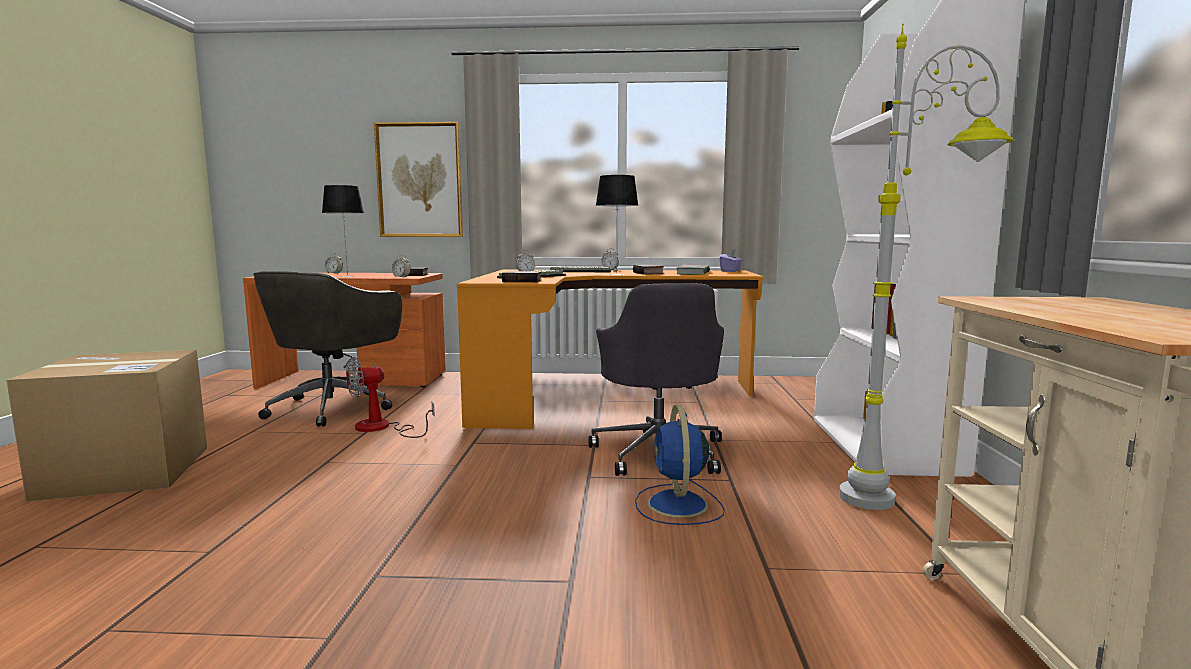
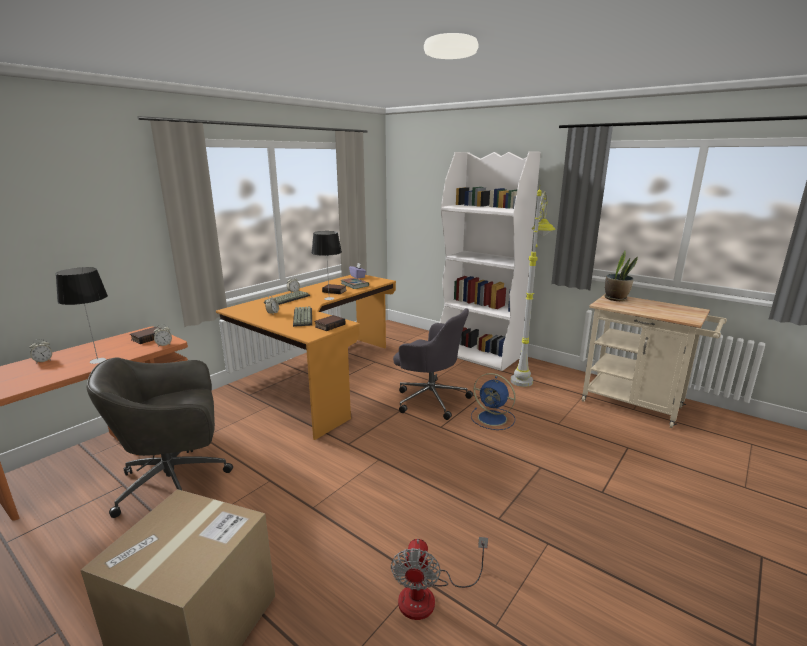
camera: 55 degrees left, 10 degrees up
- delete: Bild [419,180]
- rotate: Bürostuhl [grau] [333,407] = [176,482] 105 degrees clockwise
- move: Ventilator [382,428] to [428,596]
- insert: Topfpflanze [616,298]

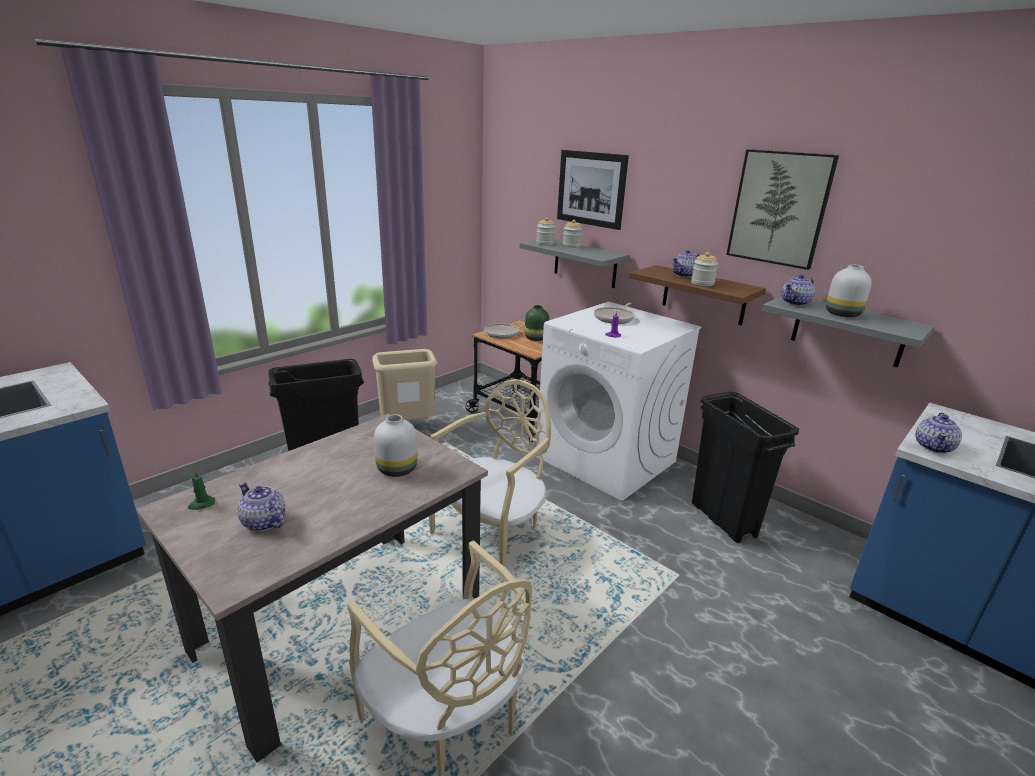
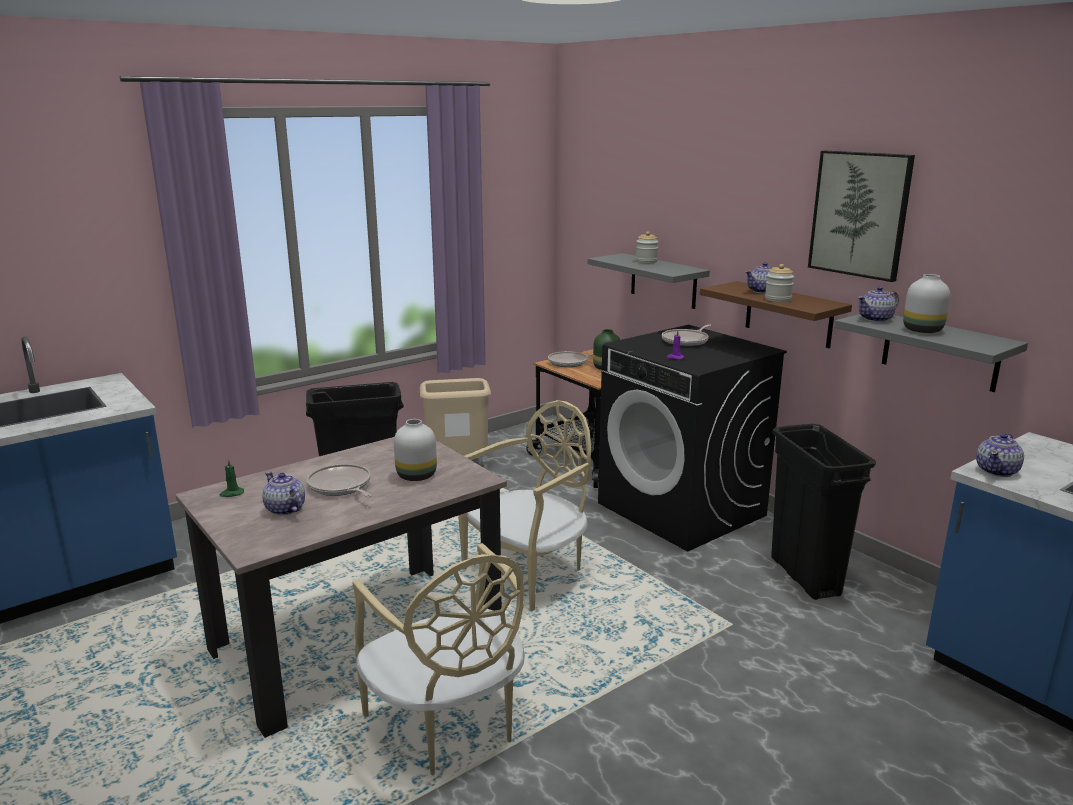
camera: 10 degrees right, 5 degrees down
- delete: Bild [591,189]
- delete: Vorratsglas [545,243]
- recolor: Waschmaschine [weiß] [607,459] to Waschmaschine [schwarz] [682,509]
- insert: Pfanne [341,486]

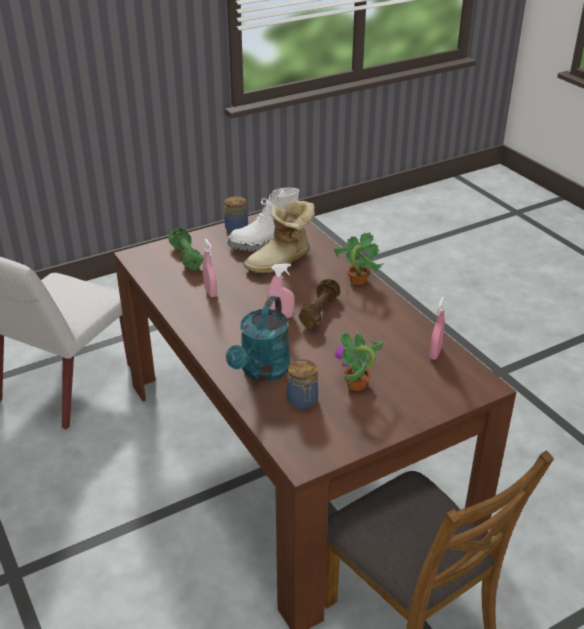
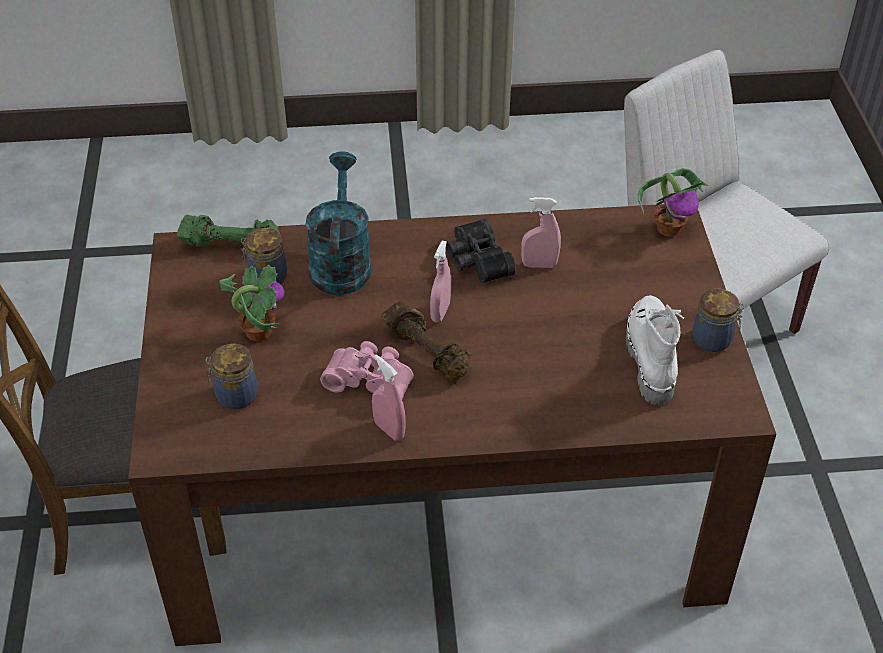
camera: 115 degrees right, 10 degrees up
- delete: Stiefel [281,262]
- move: Hantel [grün] [186,257] to [231,244]
- move: Topfpflanze [357,280] to [669,228]
- rotate: Gießkanne [türkis] [262,372] = [340,262] 45 degrees clockwise
- move: Sprühflasche [rosa] [435,353] to [389,430]
- insert: Fernglas [schwarz] [476,261]
- insert: Fernglas [rosa] [370,379]
- insert: Vorratsglas [235,395]

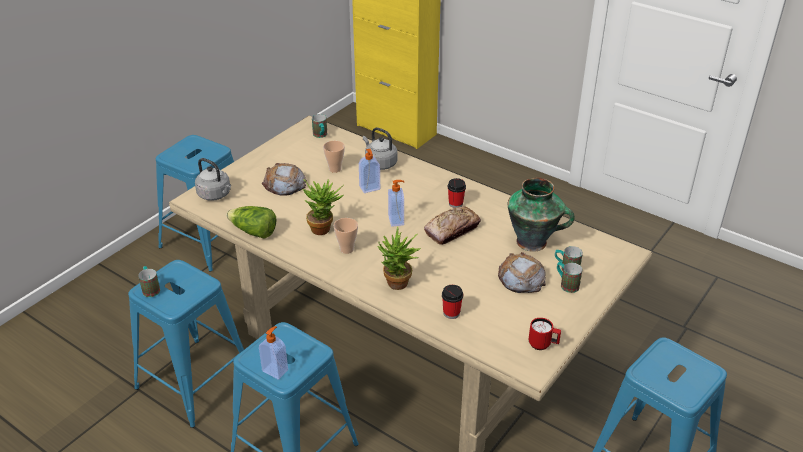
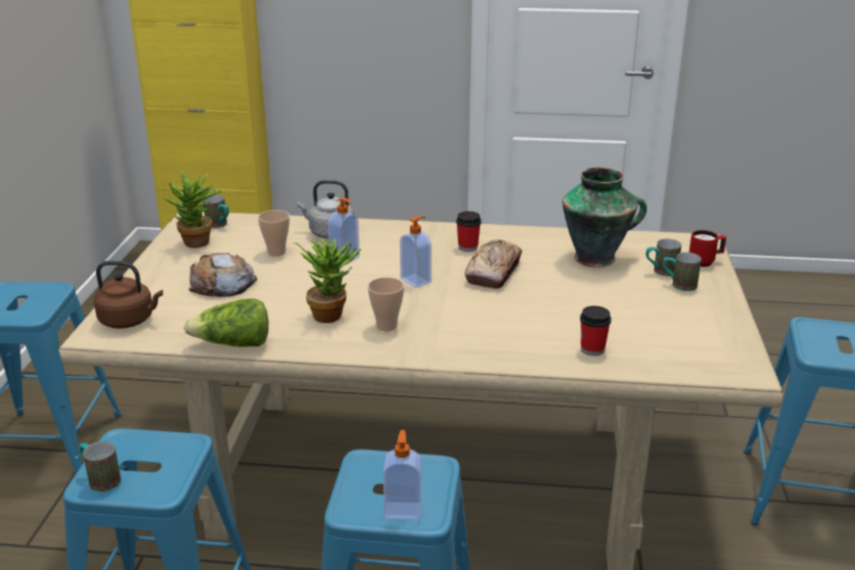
camera: 30 degrees left, 10 degrees down
- recolor: Wasserkessel [grau] [215,195] to Wasserkessel [braun] [129,320]
- move: Topfpflanze [397,286] to [198,245]
- delete: Brot [521,278]
- move: Henkelbecher [rot] [543,345] to [705,262]

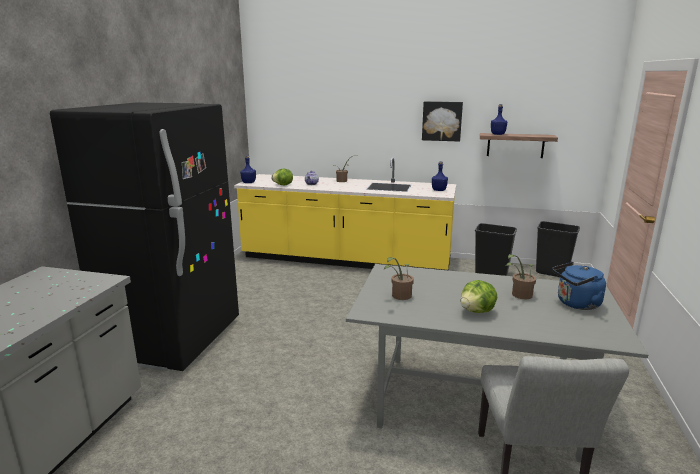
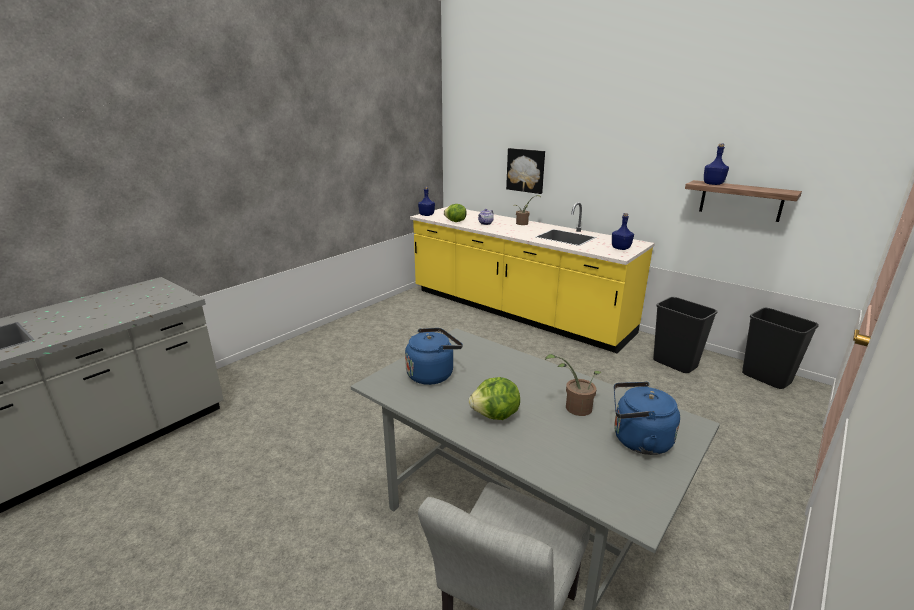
camera: 25 degrees right, 5 degrees up
- move: Bild [442,121] to [526,170]
- delete: Kühlschrank [schwarz] [174,339]
- replace: Topfpflanze [399,296] to Wasserkessel [blau] [432,374]

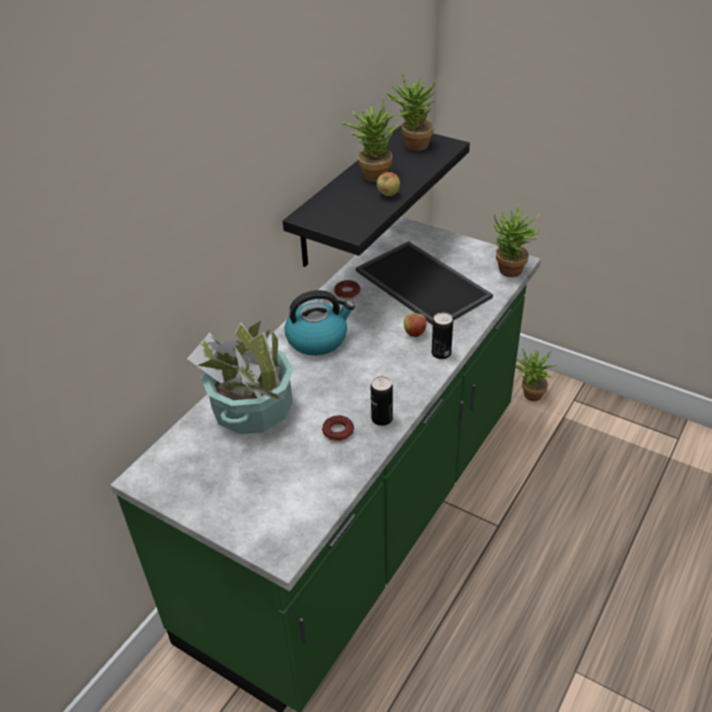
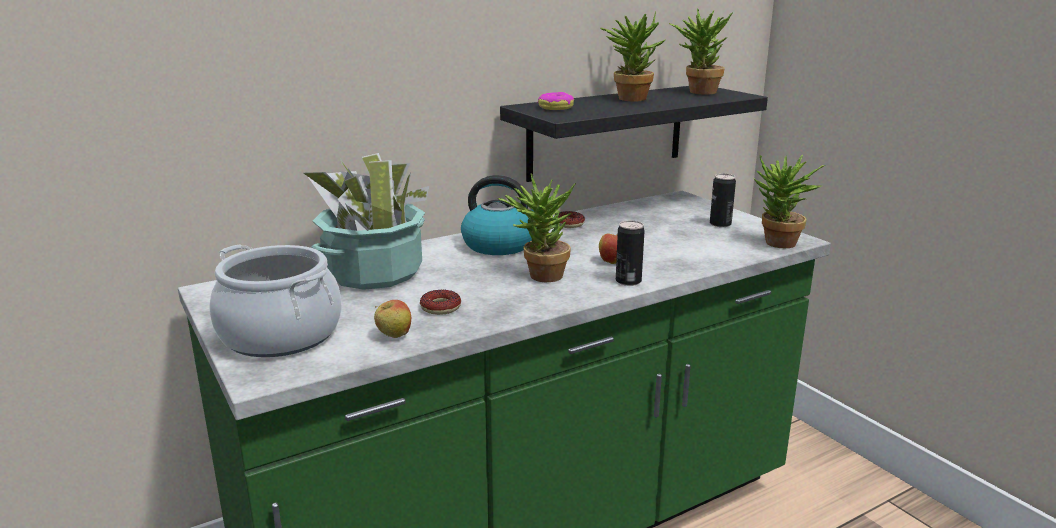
camera: 25 degrees right, 20 degrees down
- move: Apfel [388,195] to [394,336]
- delete: Tablett [425,284]
- move: Topfpflanze [529,396] to [539,276]
- move: Dose [382,418] to [720,224]
- insert: Donut [555,107]
- insert: Kochtopf [281,334]

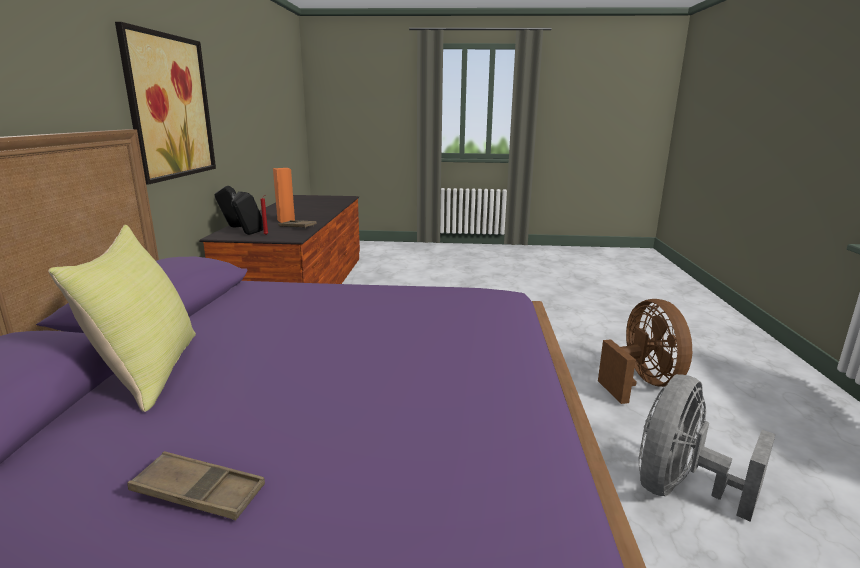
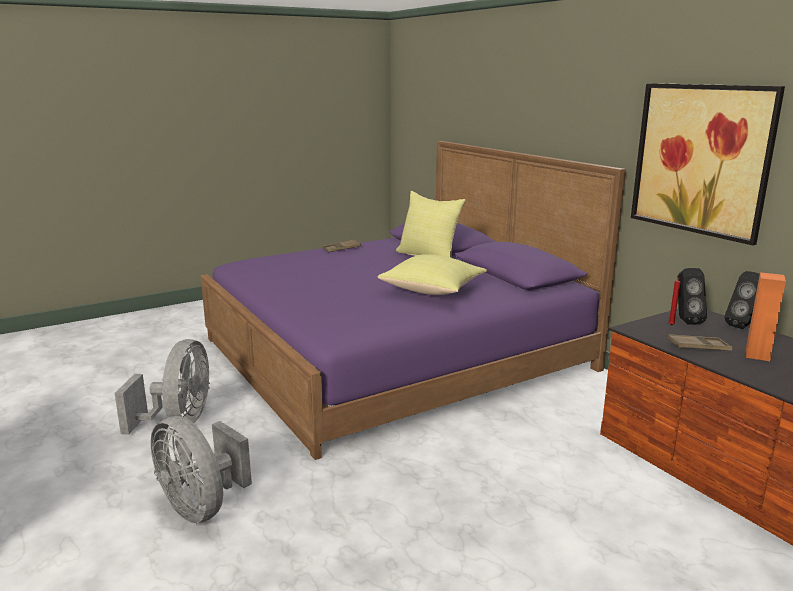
camera: 145 degrees right, 0 degrees up
- recolor: Ventilator [braun] [641,383] to Ventilator [grau] [201,507]
- insert: Kissen [gelb] [434,291]

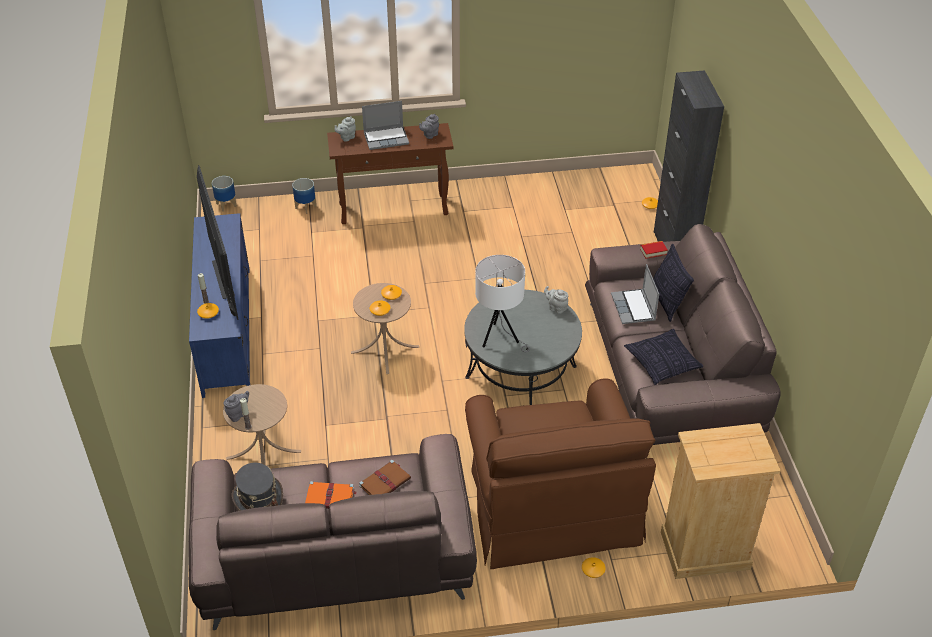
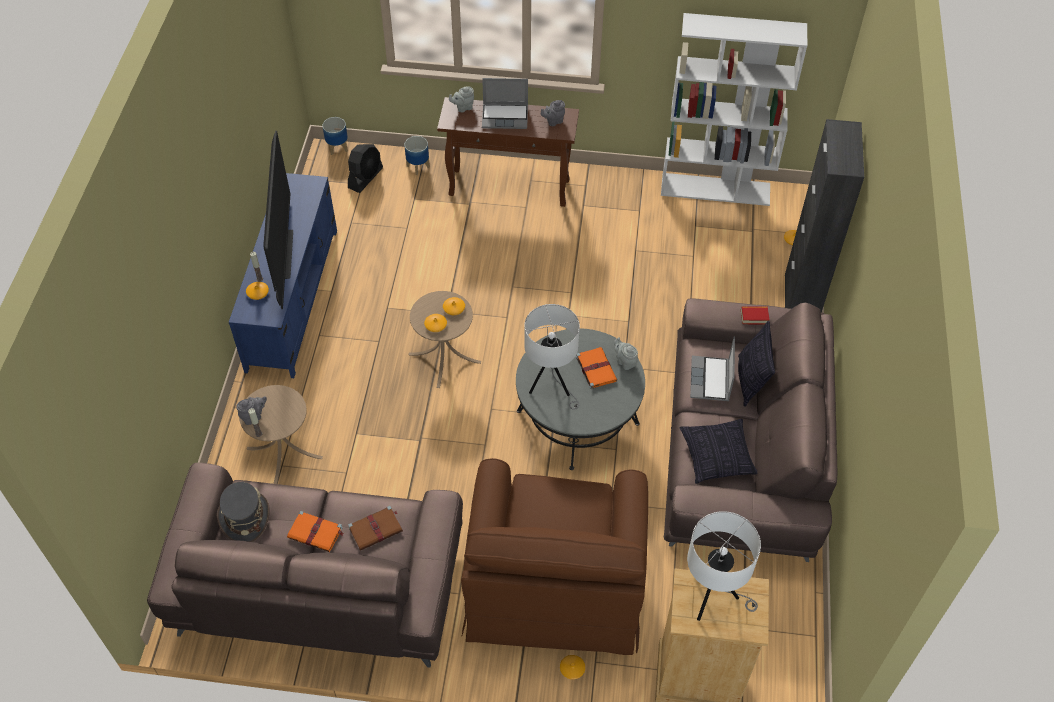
camera: 15 degrees right, 10 degrees up
- insert: Bücherregal [weiß] [716,189]
- insert: Ventilator [schwarz] [365,178]
- insert: Buch [orange] [595,368]
- insert: Tischlampe [weiß] [713,599]

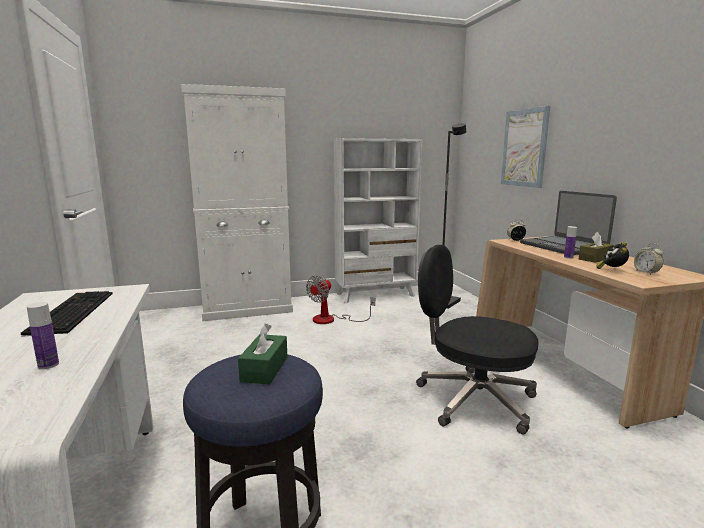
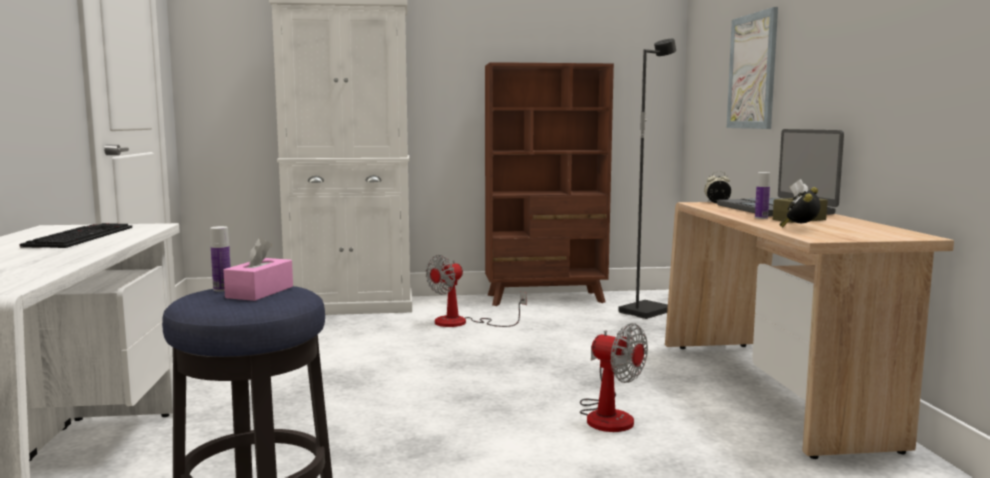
camera: 10 degrees right, 5 degrees down
- recolor: Bücherregal [weiß] [376,295] to Bücherregal [braun] [546,299]
- delete: Wecker [646,272]
- replace: Bürostuhl [schwarz] [473,399] to Ventilator [607,415]
- move: Flasche [48,365] to [222,289]
- recolor: Taschentuchbox [grün] [264,369] to Taschentuchbox [rosa] [260,292]

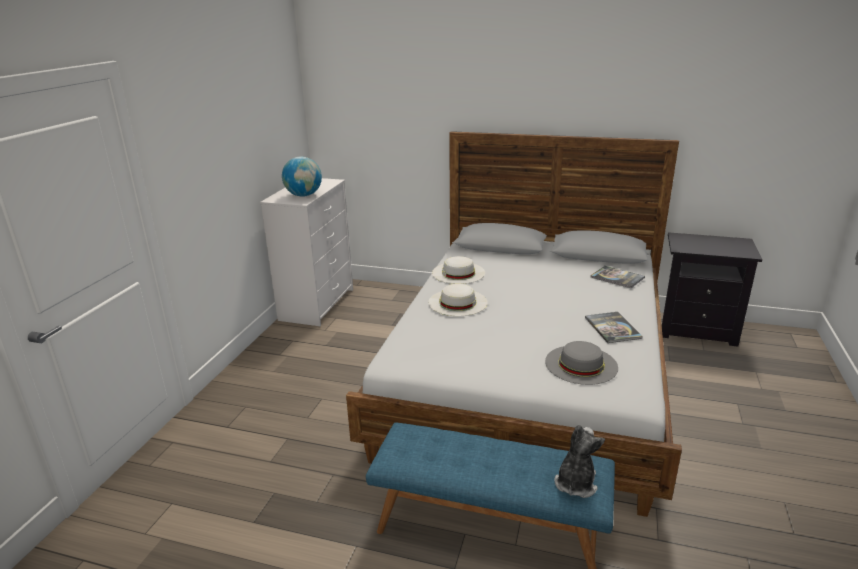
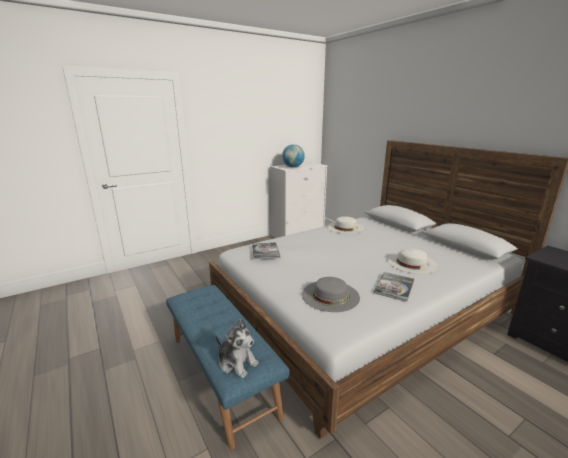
camera: 40 degrees right, 5 degrees down
- move: Buch [617,277] to [265,251]
- move: Hut [weiß] [457,302] to [411,262]
- rotate: Plüschtier [575,483] = [237,363] 60 degrees clockwise

